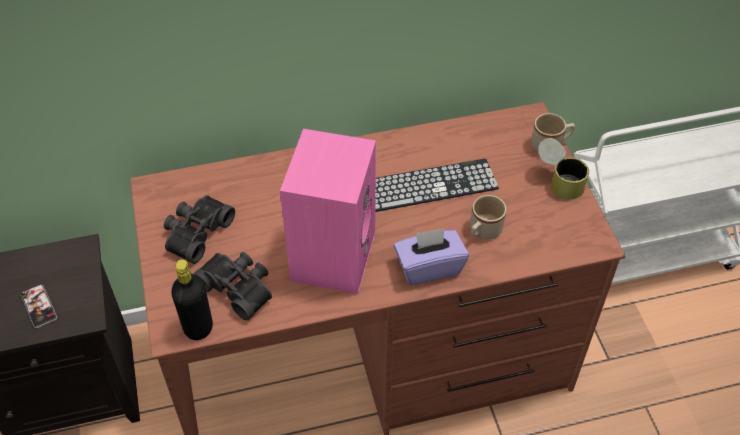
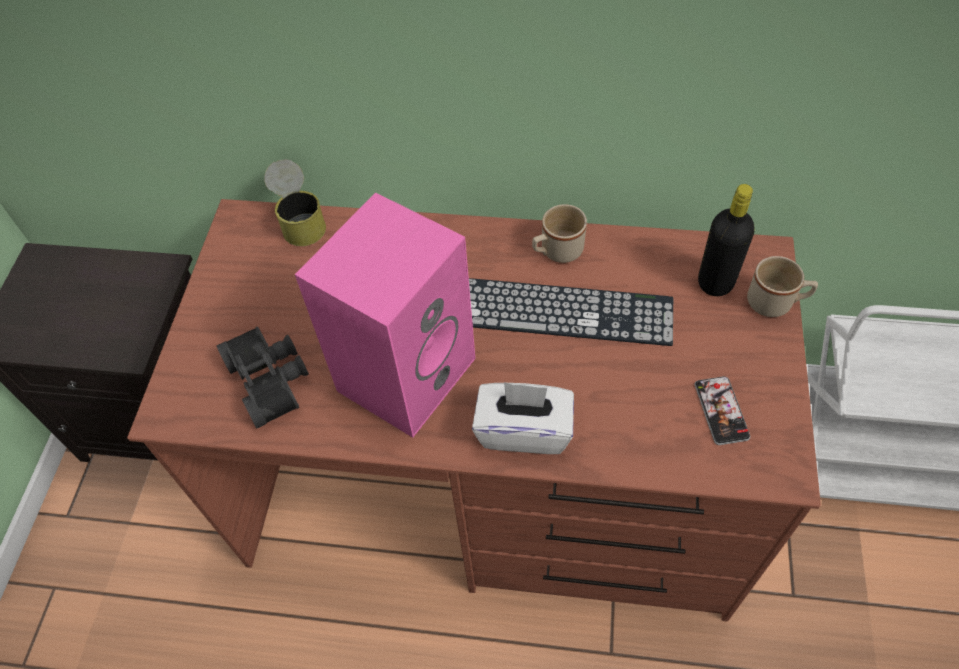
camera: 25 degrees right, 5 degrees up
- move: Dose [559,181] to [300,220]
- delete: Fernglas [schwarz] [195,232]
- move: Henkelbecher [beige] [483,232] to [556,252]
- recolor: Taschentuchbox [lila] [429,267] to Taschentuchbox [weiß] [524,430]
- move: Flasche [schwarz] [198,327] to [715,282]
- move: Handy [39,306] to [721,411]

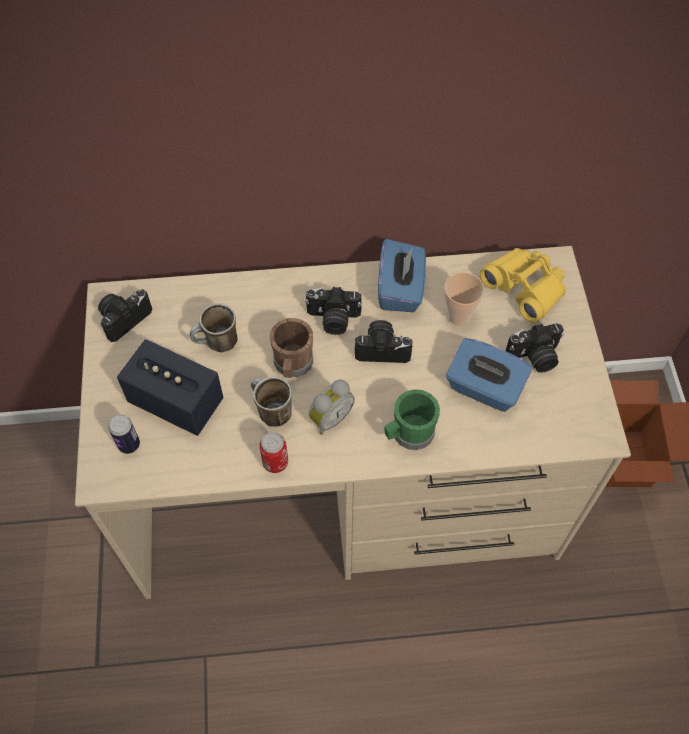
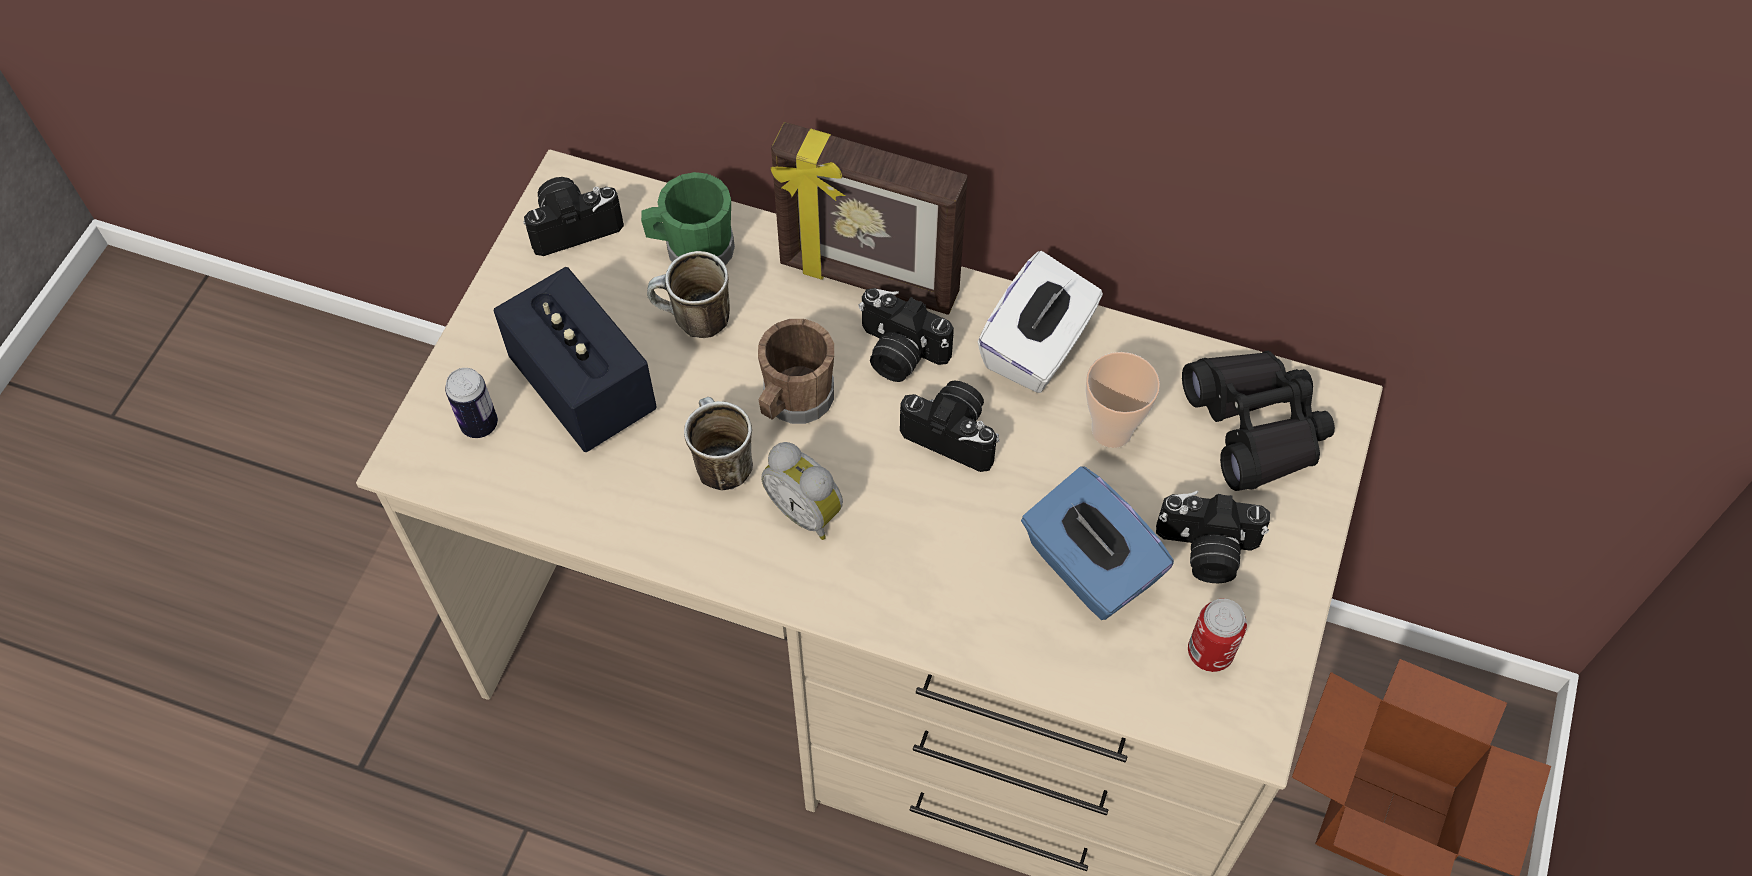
camera: 25 degrees right, 0 degrees up
- recolor: Taschentuchbox [blau] [400,290] to Taschentuchbox [weiß] [1037,347]
- recolor: Fernglas [gelb] [525,288] to Fernglas [schwarz] [1256,427]
- rotate: Wecker [330,418] = [807,510] 60 degrees clockwise
- move: Henkelbecher [grün] [408,434] to [692,249]
- move: Dose [275,462] to [1210,652]
- insert: Bilderrahmen [868,281]

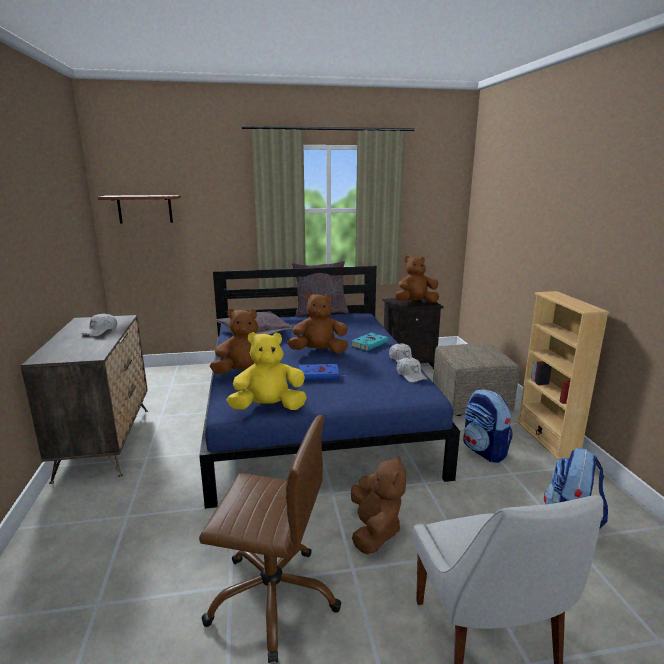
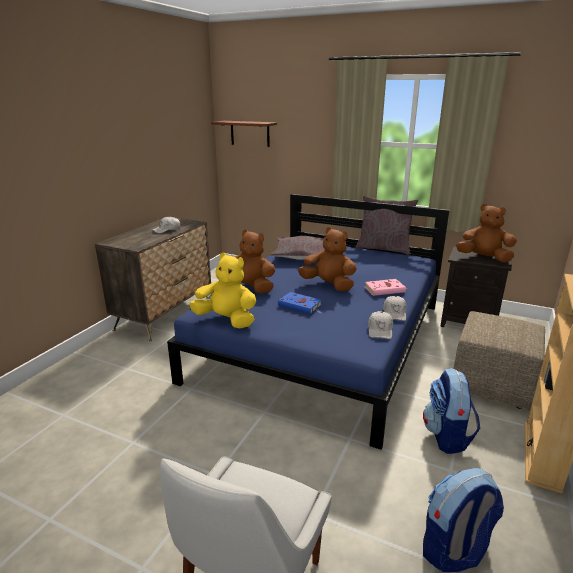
camera: 35 degrees right, 5 degrees up
- recolor: Buch [türkis] [370,344] to Buch [rosa] [385,290]
- delete: Bürostuhl [braun] [273,597]
- delete: Plüschtier [braun] [374,530]

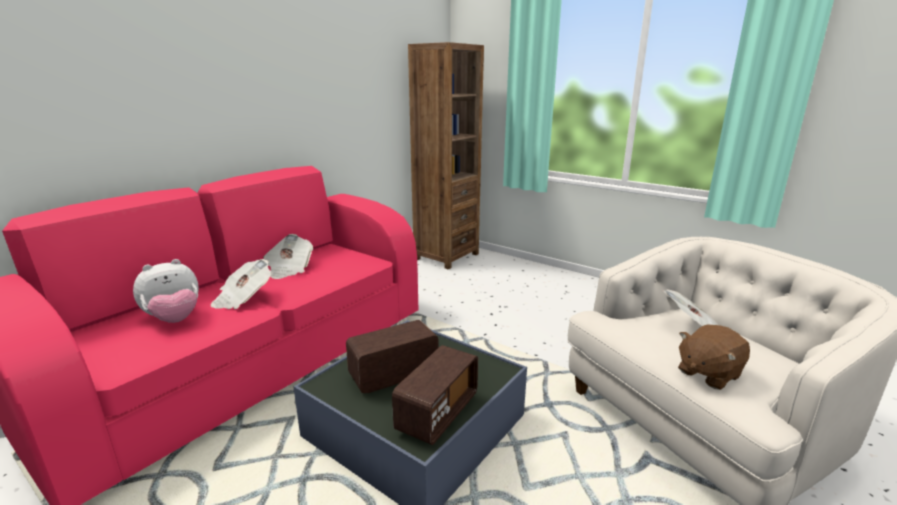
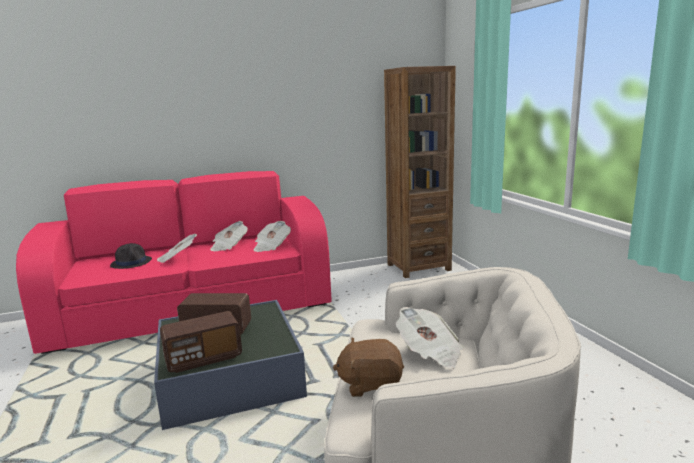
camera: 35 degrees right, 5 degrees down
- replace: Plüschtier [174,319] to Hut [schwarz] [131,263]
- insert: Zeitung [271,247]

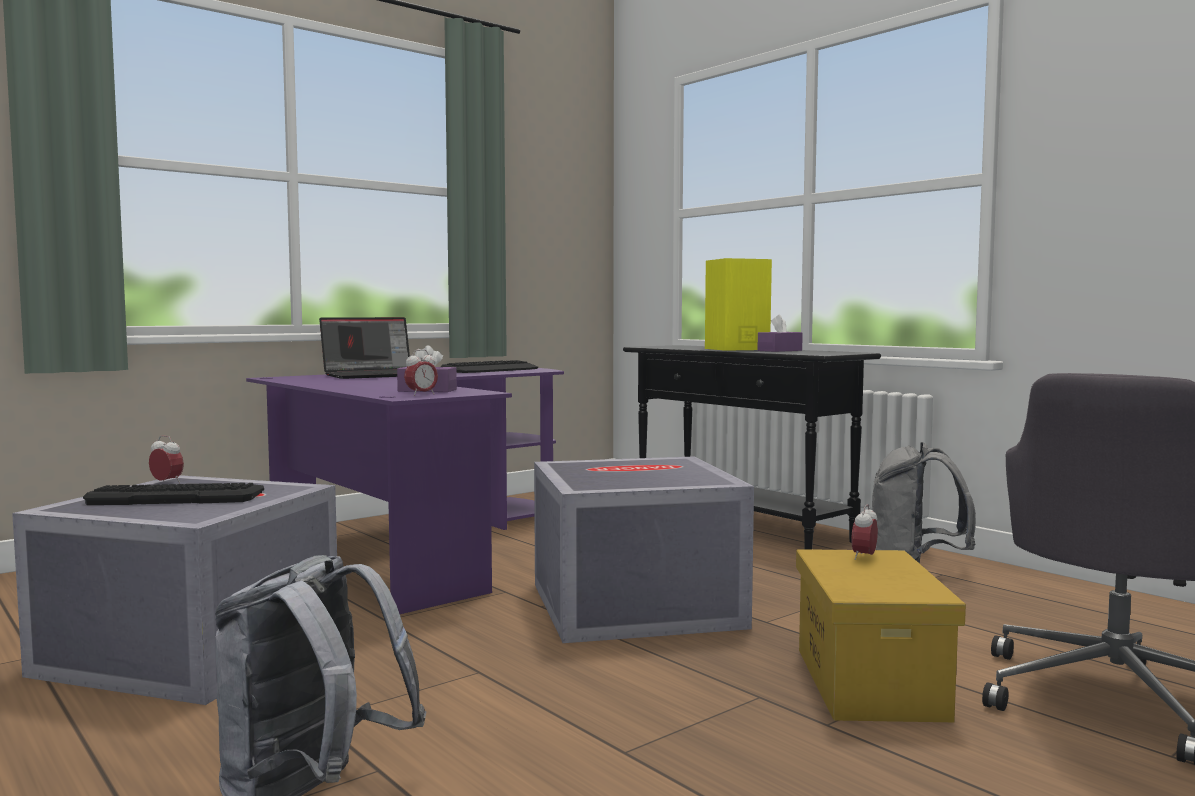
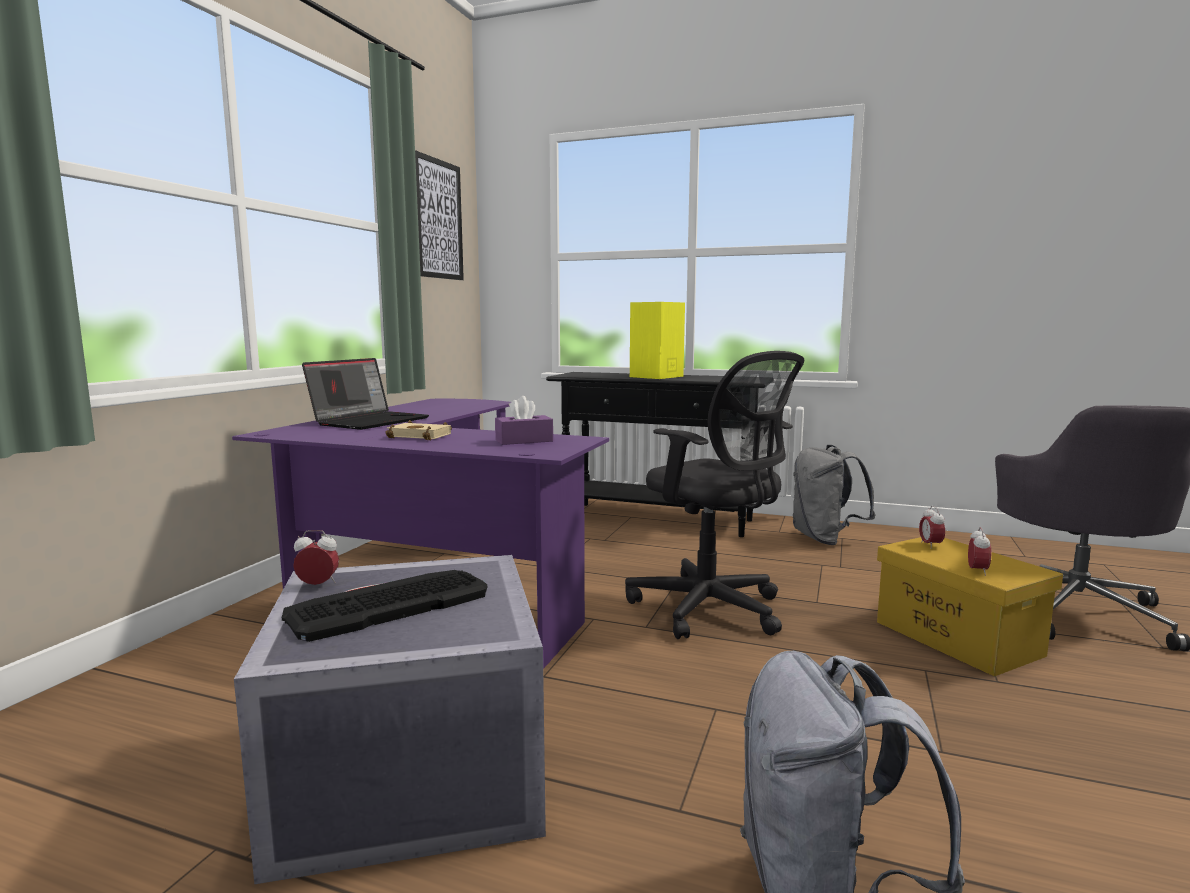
camera: 30 degrees left, 5 degrees up
- delete: Taschentuchbox [lila] [779,350]
- move: Wecker [421,394] to [977,571]
- delete: Tastatur [490,369]
- replace: Aufbewahrungsbox [grau] [633,606] to Bürostuhl [schwarz] [711,610]
- insert: Bild [438,219]
- insert: Buch [beige] [422,436]

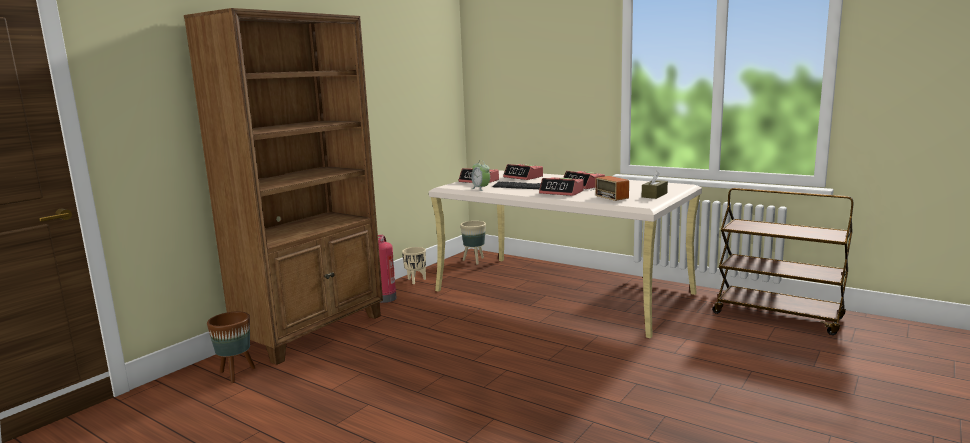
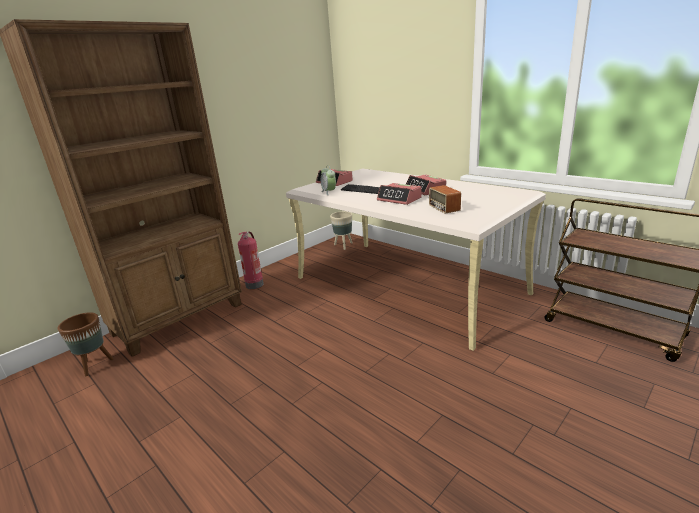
camera: 10 degrees right, 10 degrees up
- delete: Wecker [523,177]
- delete: Taschentuchbox [braun] [654,195]
- delete: Pflanzkübel [beige] [416,280]

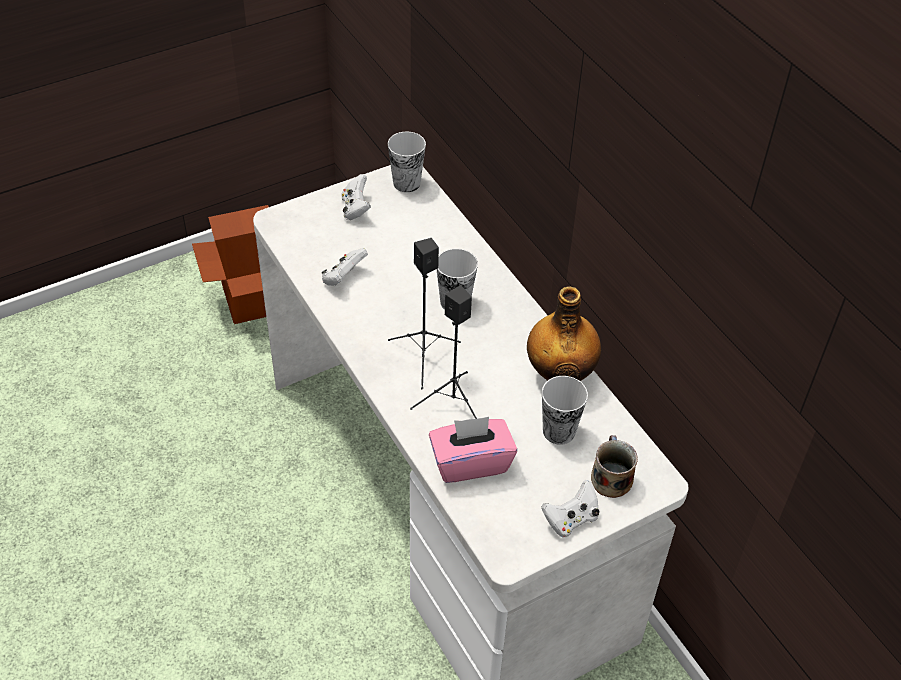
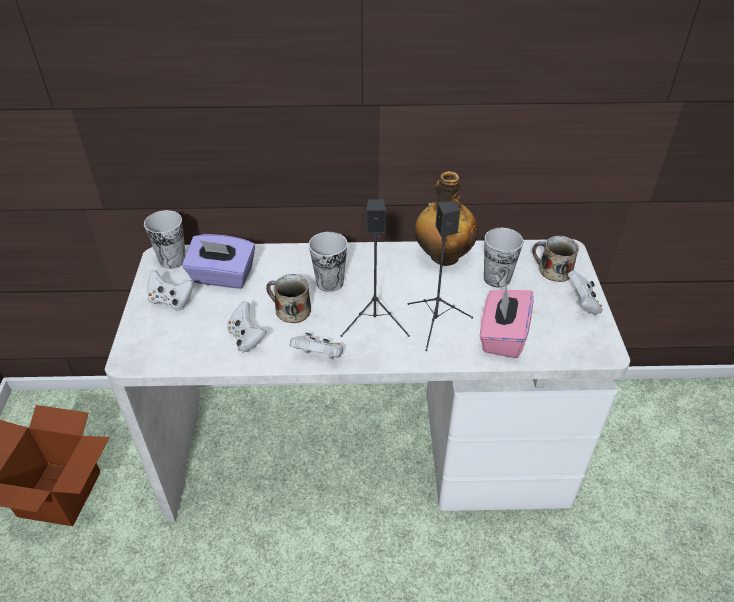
camera: 60 degrees left, 5 degrees down
- insert: Taschentuchbox [lila] [222,277]
- insert: Henkelbecher [291,310]
- insert: Gamepad [weiß] [319,356]

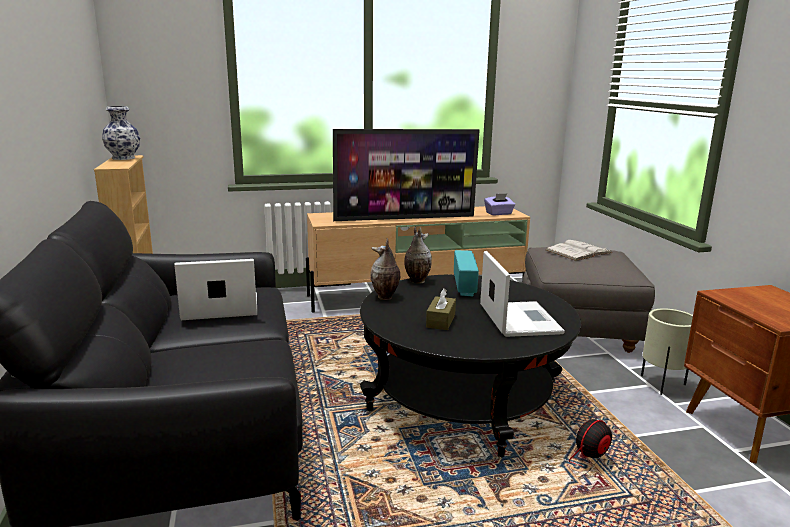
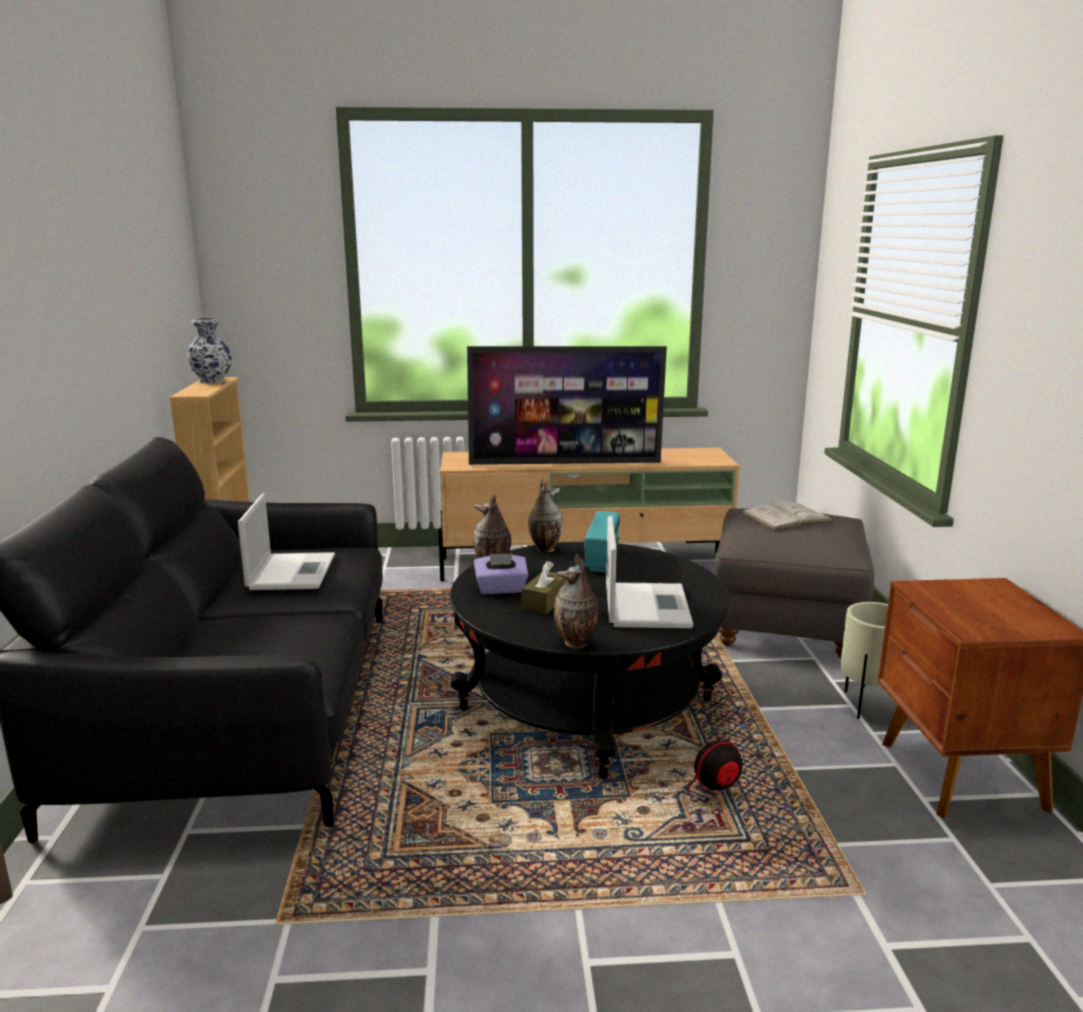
camera: 10 degrees right, 0 degrees up
- move: Taschentuchbox [lila] [499,213] to [501,589]
- rotate: Laptop [219,308] = [292,571] 90 degrees clockwise
- insert: Vase [577,643]

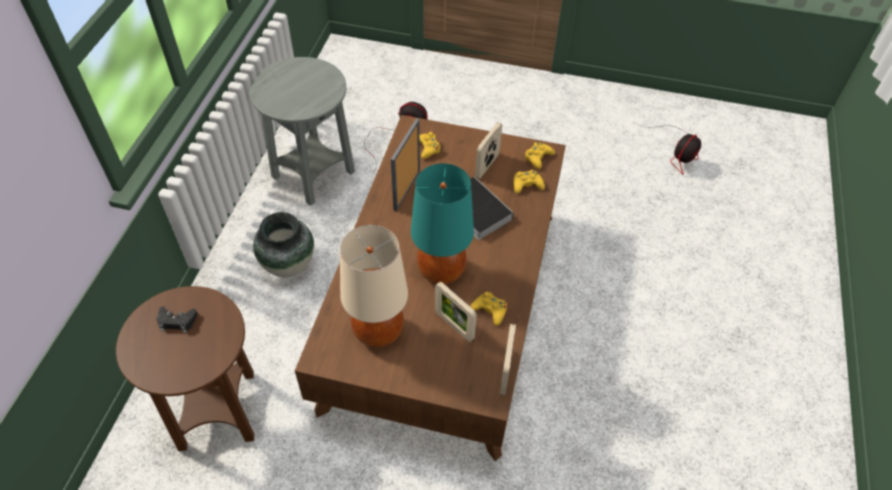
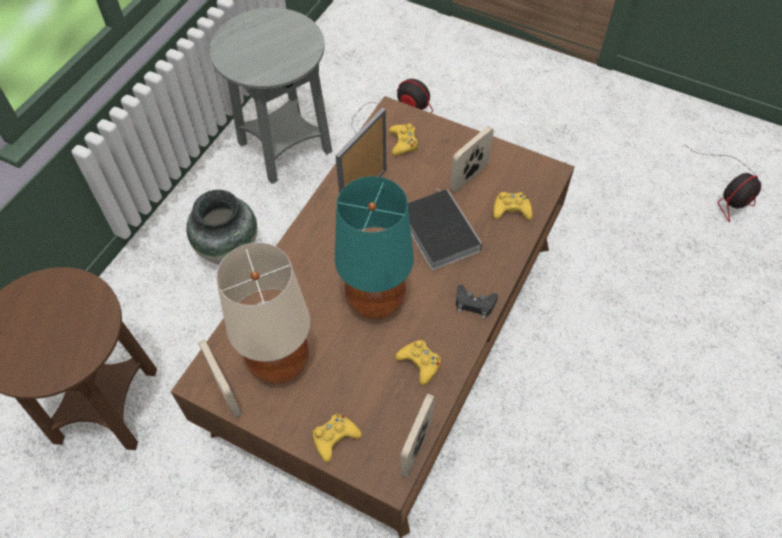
camera: 15 degrees right, 5 degrees up
- move: Gamepad [gelb] [538,157] to [335,438]
- move: Bilderrahmen [454,325] to [226,392]
- move: Gamepad [schwarz] [177,321] to [474,304]

